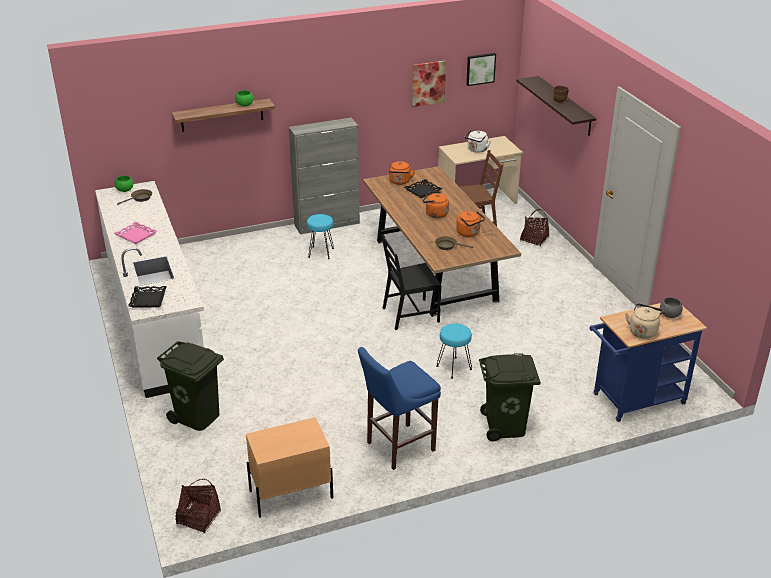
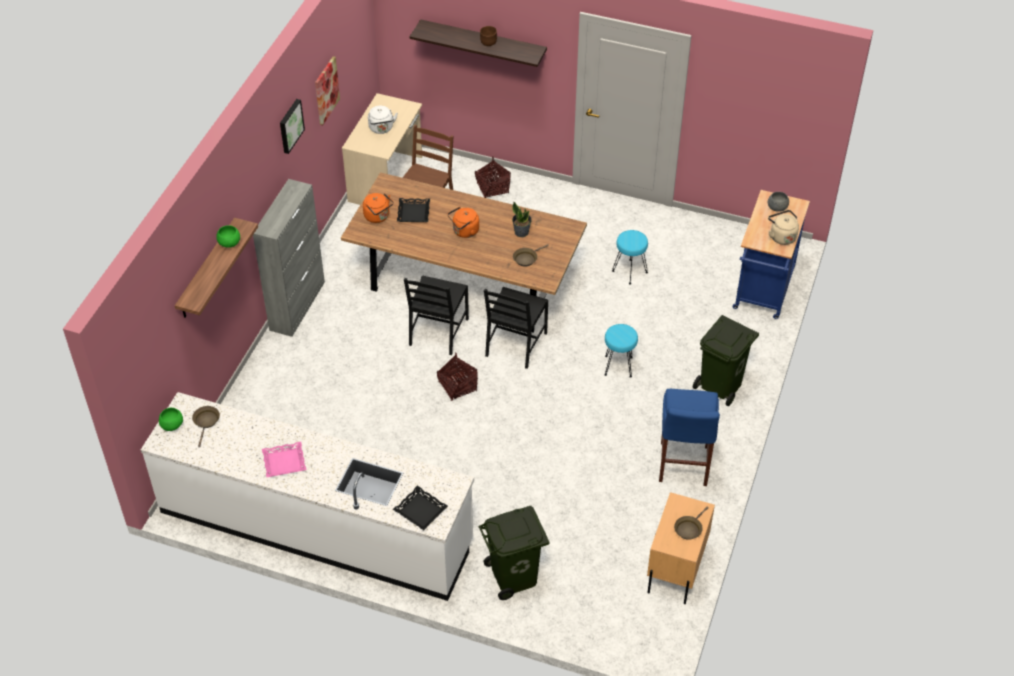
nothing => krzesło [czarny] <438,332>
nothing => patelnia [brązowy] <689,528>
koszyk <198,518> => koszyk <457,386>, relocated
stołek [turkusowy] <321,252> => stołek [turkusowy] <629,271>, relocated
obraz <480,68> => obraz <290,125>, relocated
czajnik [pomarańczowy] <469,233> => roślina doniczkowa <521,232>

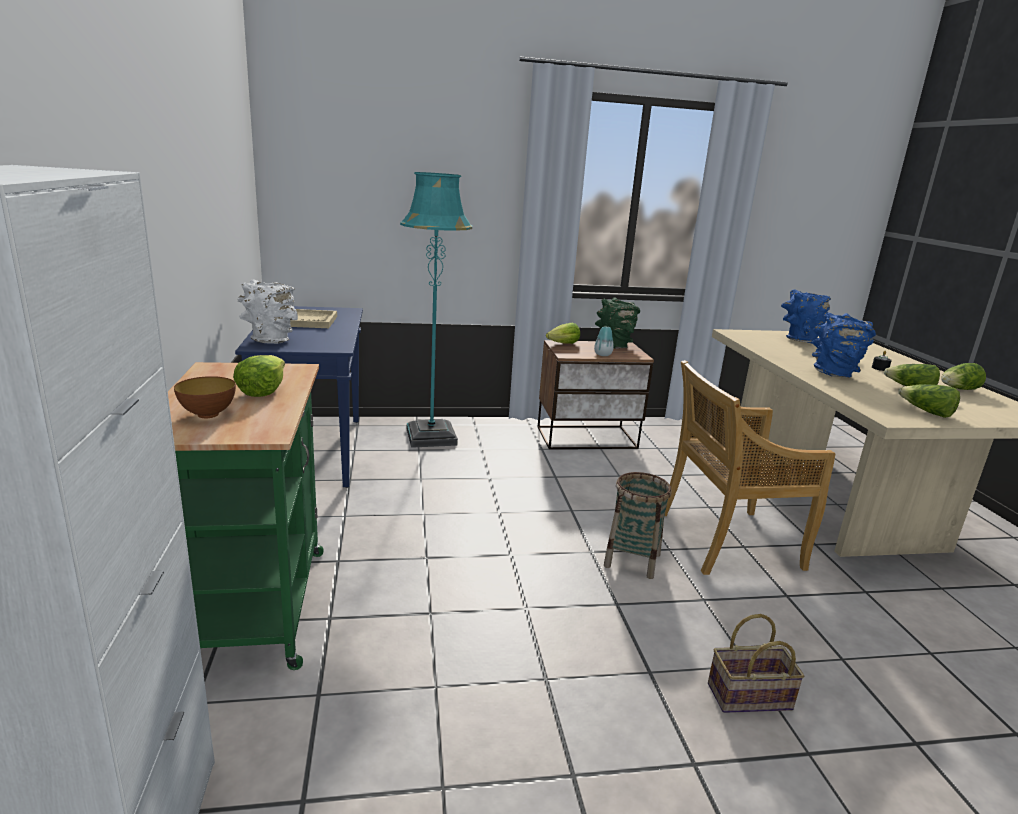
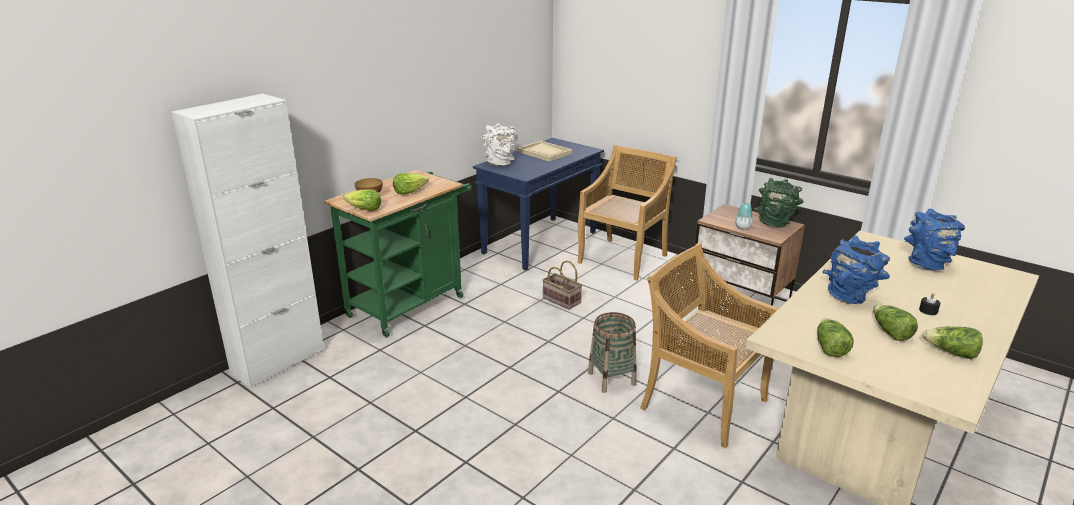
sałata <563,344> => sałata <364,209>, relocated
koszyk <748,698> => koszyk <560,300>, relocated
lampa stojąca [turkusowy] <431,437> => krzesło [beżowy] <623,258>

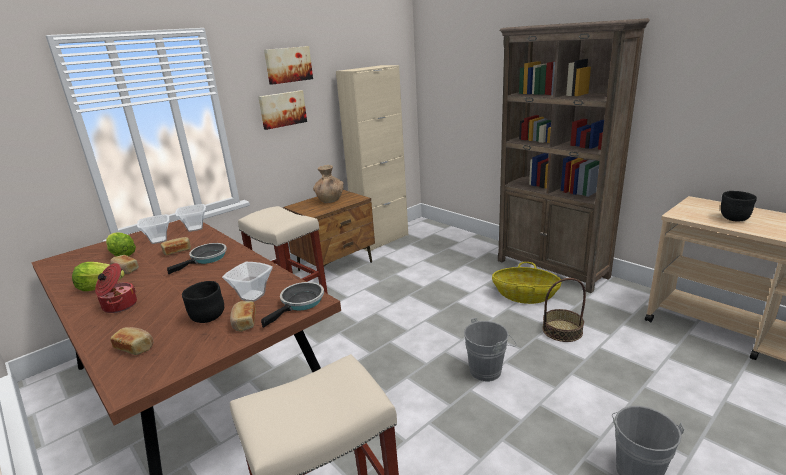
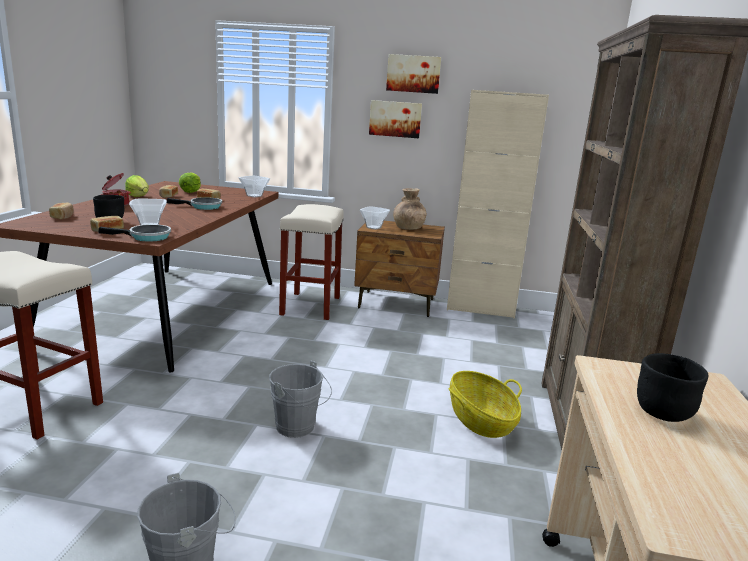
koszyk <562,330> => nothing
miska <159,240> => miska <374,227>, relocated

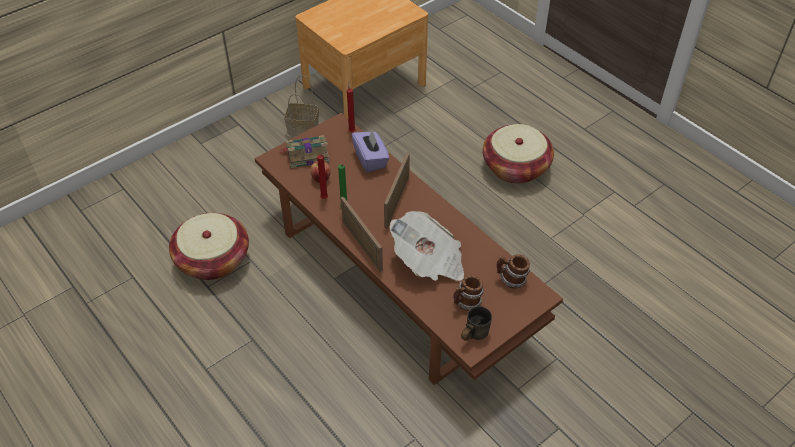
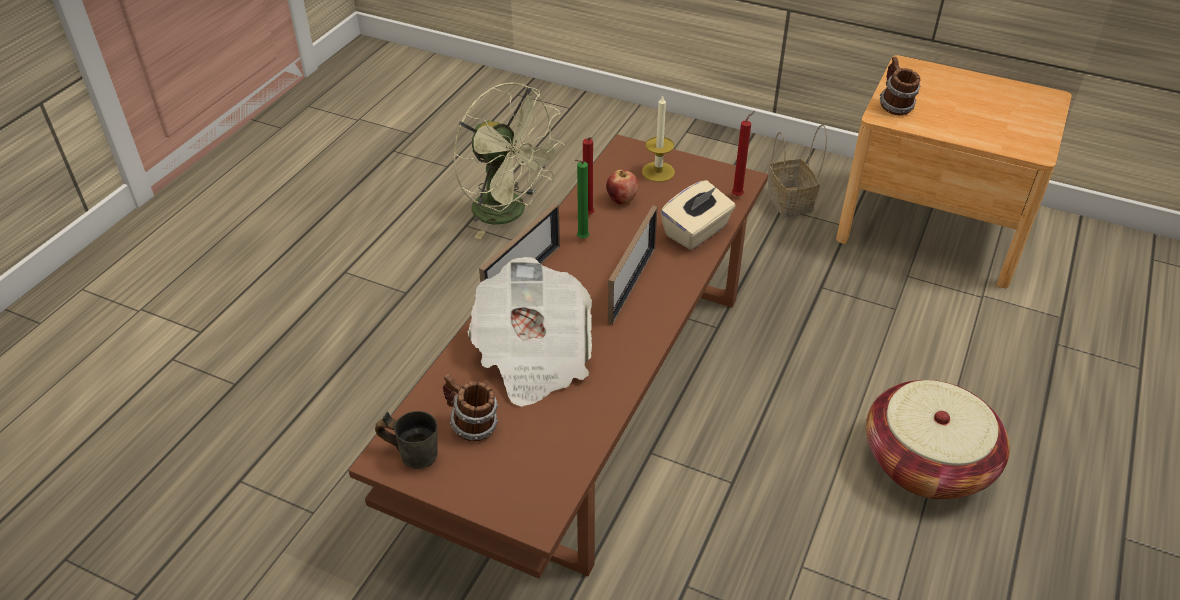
kubek <511,280> => kubek <894,106>, relocated
koszyk <213,259> => wentylator [zielony] <509,213>
książka <306,154> => świeca <658,172>
pudełko chusteczek [fioletowy] <371,159> => pudełko chusteczek [beżowy] <696,232>
ramka na zdjęcie <397,201> => ramka na zdjęcie <632,285>, 120 degrees clockwise

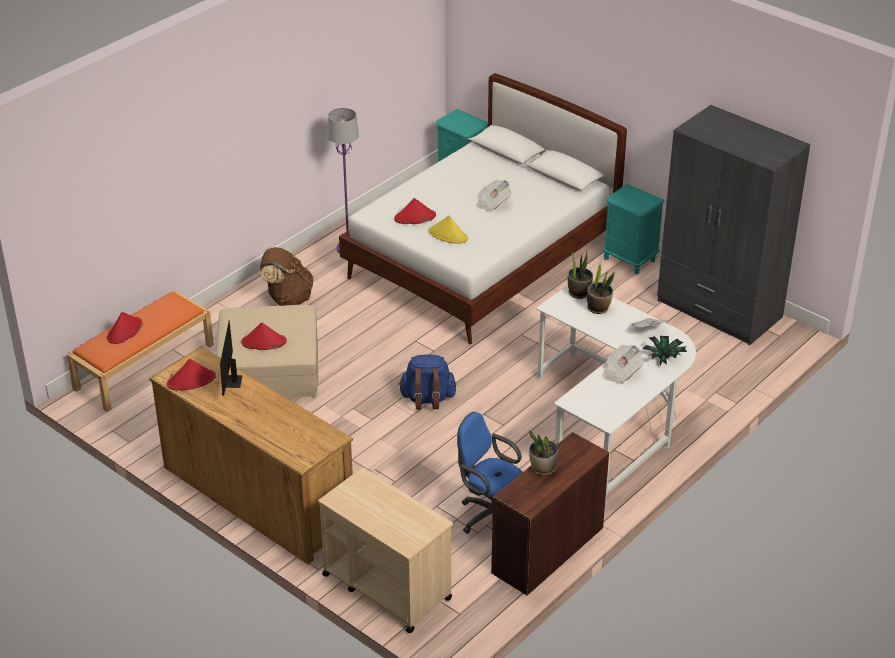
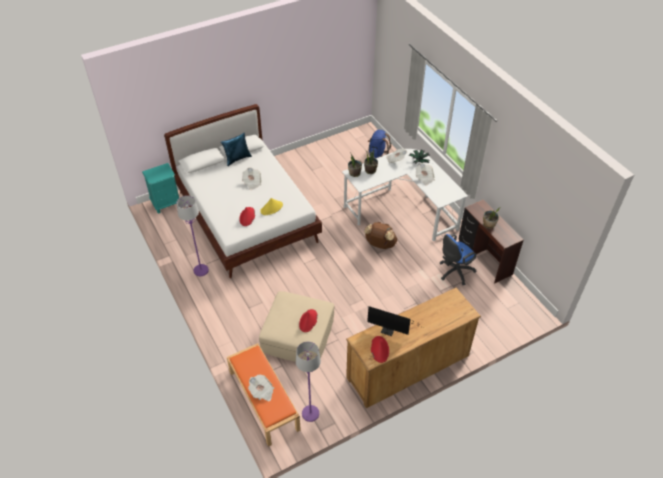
wózek [beżowy] <386,586> => nothing
szafka nocna [turkusowy] <629,259> => nothing
szafa [szary] <719,309> => nothing
nothing => poduszka [niebieski] <237,158>
nothing => lampa stojąca [fioletowy] <310,413>
plecak [brązowy] <287,298> => plecak [brązowy] <380,244>, relocated
plecak [niebieski] <427,399> => plecak [niebieski] <377,153>, relocated
kapelusz [czerwony] <124,331> => gazeta <262,392>

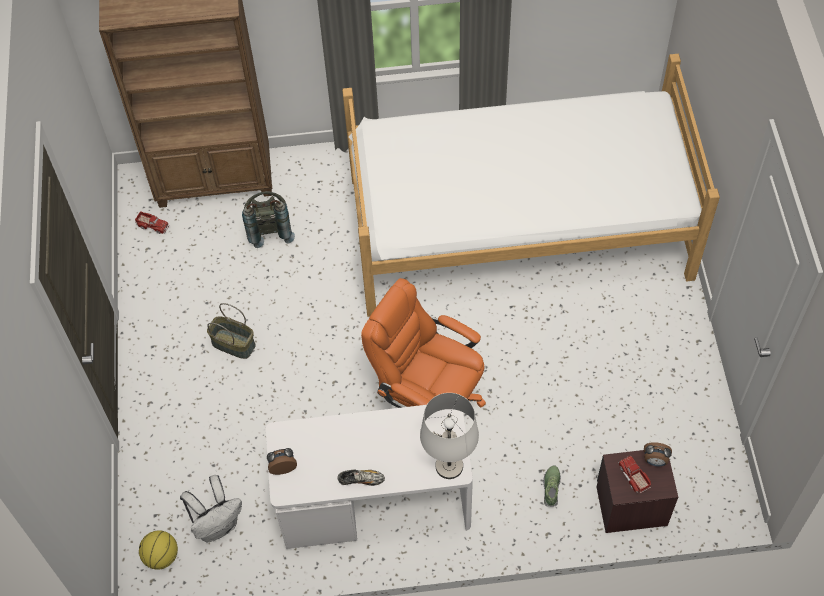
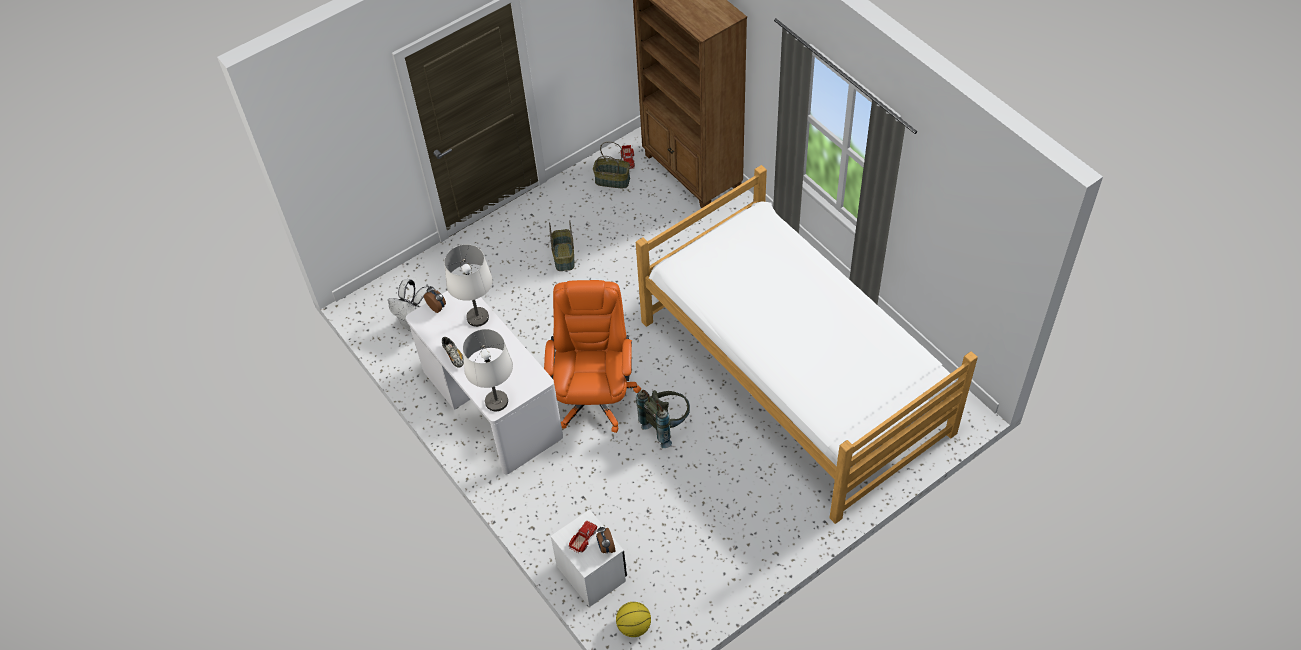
but <551,488> => nothing
nothing => lampa stołowa [biały] <477,317>
nothing => koszyk <613,180>
piłka do koszykówki <161,556> => piłka do koszykówki <634,626>, relocated
plecak [szary] <269,229> => plecak [szary] <666,425>, relocated
szafka nocna [brązowy] <631,505> => szafka nocna [biały] <591,573>

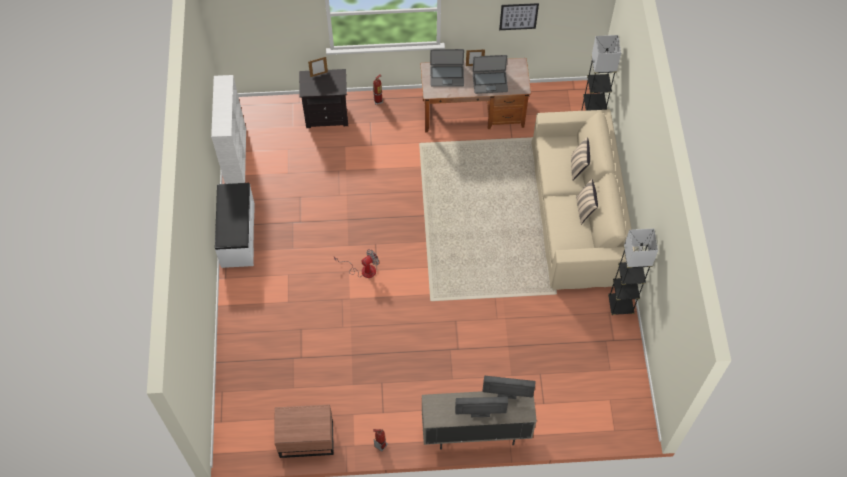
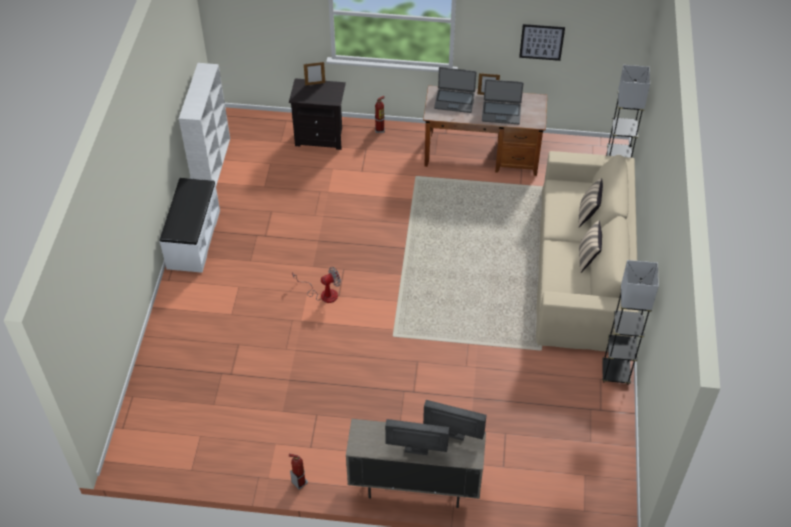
szafka nocna [brązowy] <305,438> => nothing

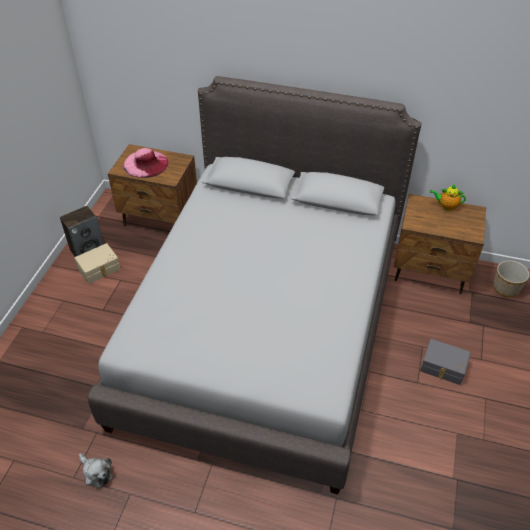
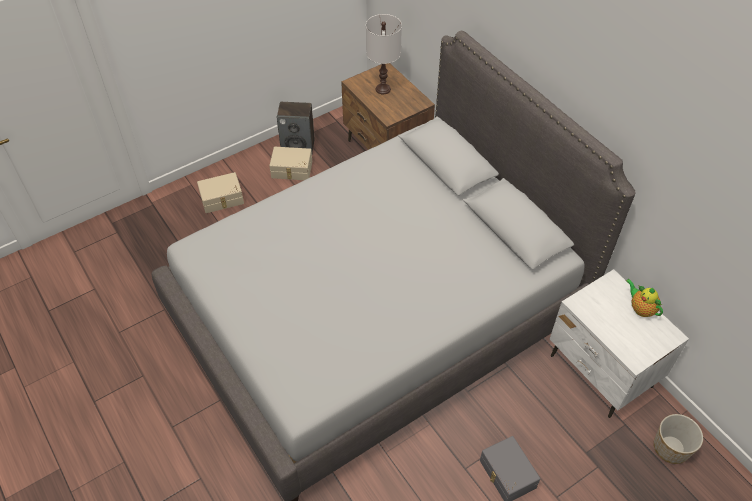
pluszak <96,473> => nothing
nothing => pojemnik do przechowywania [beżowy] <222,199>
kapelusz [różowy] <146,164> => lampa stołowa [biały] <382,89>
szafka nocna [brązowy] <430,271> => szafka nocna [biały] <601,372>

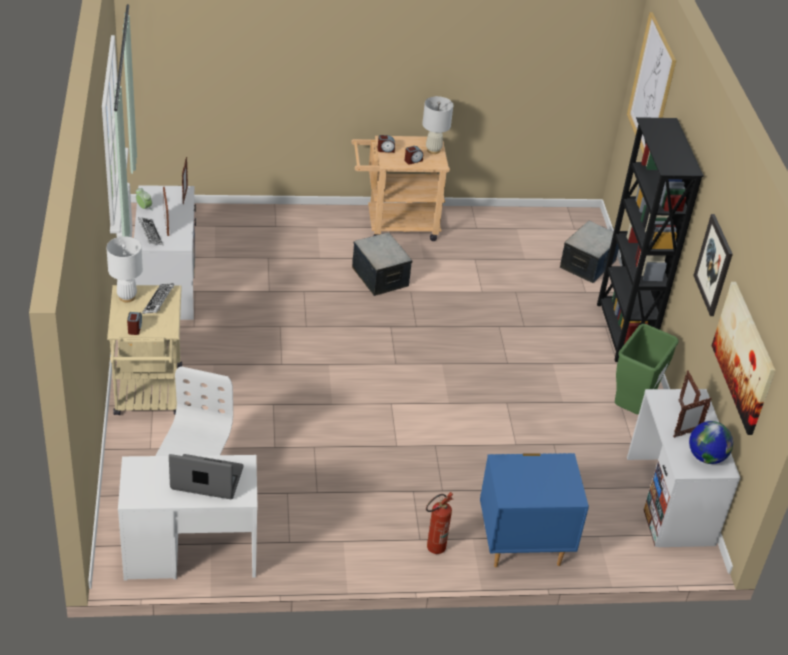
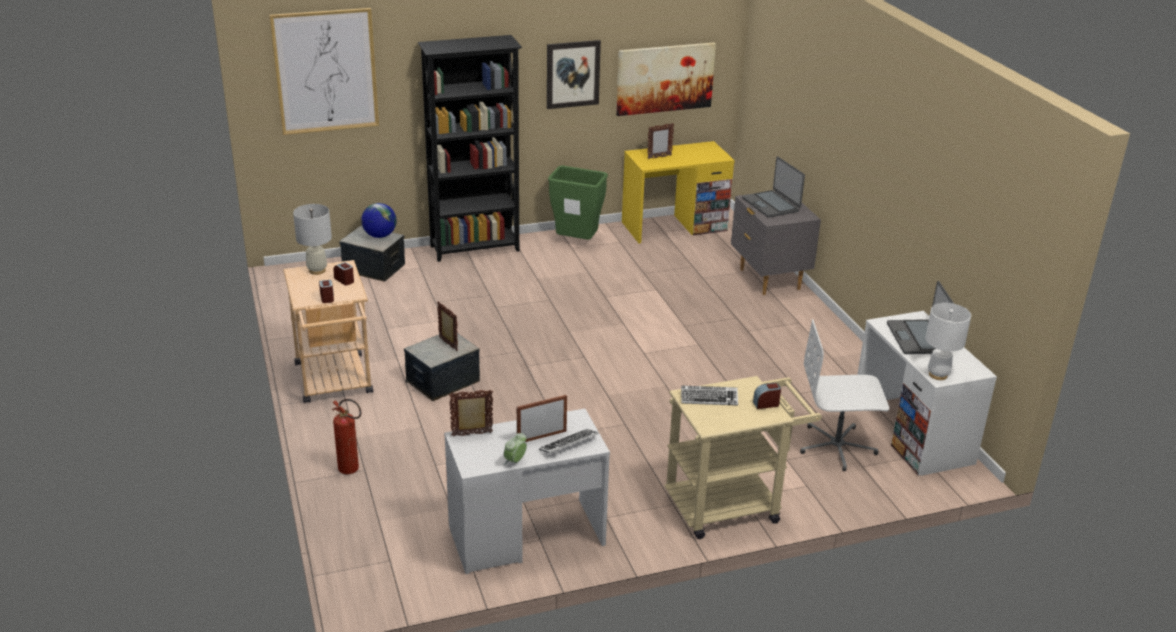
nothing => laptop <771,205>
lampa stołowa [biały] <127,297> => lampa stołowa [biały] <938,375>, relocated
gaśnica <432,549> => gaśnica <352,470>, relocated
ramka na zdjęcie <686,433> => ramka na zdjęcie <448,344>, relocated
globus <706,457> => globus <379,236>, relocated
szafka nocna [niebieski] <523,546> => szafka nocna [szary] <769,279>
biurko [biały] <670,500> => biurko [żółty] <674,226>

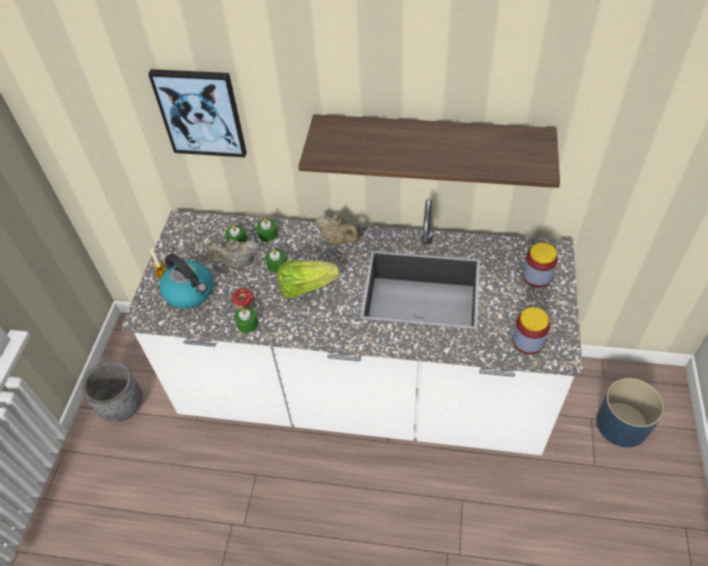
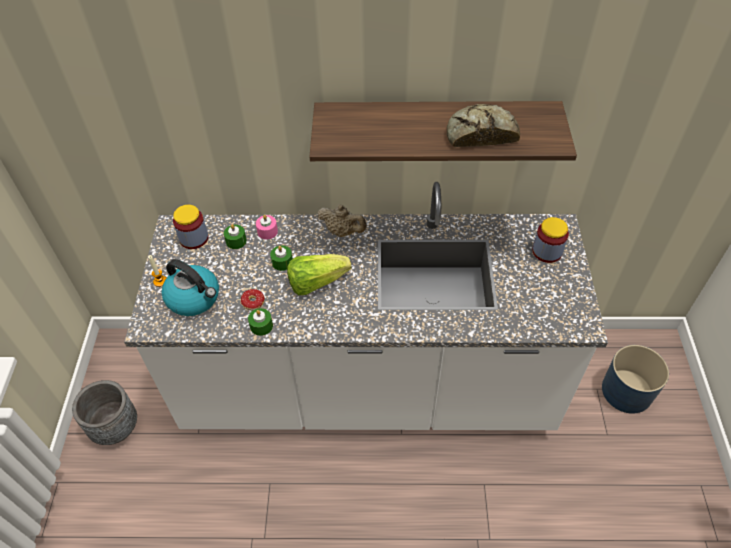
obraz <201,112> => nothing
imbryk [beżowy] <237,264> => nothing
nothing => chleb <480,133>
słoik <528,341> => słoik <194,238>, relocated
świeca [zielony] <268,234> => świeca [różowy] <267,231>

